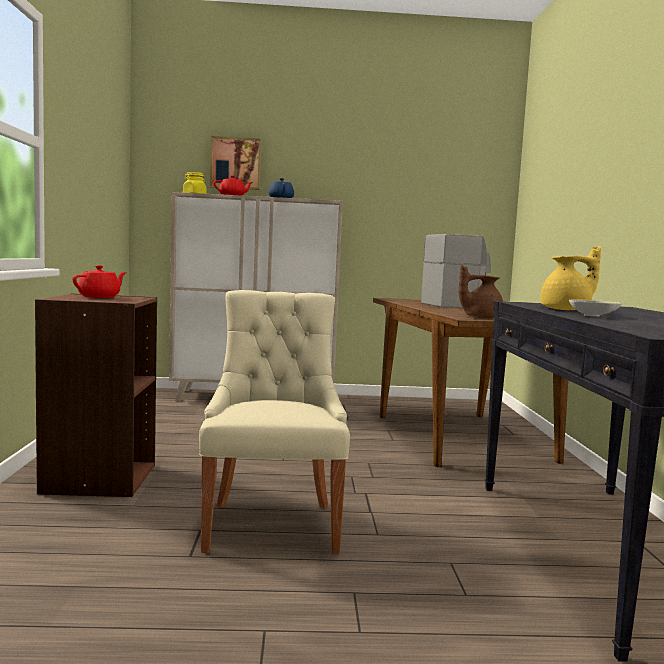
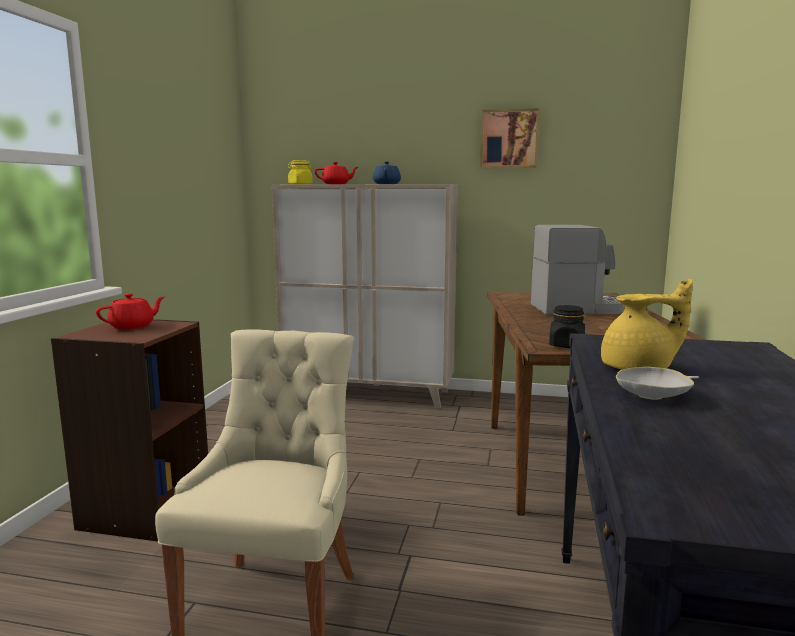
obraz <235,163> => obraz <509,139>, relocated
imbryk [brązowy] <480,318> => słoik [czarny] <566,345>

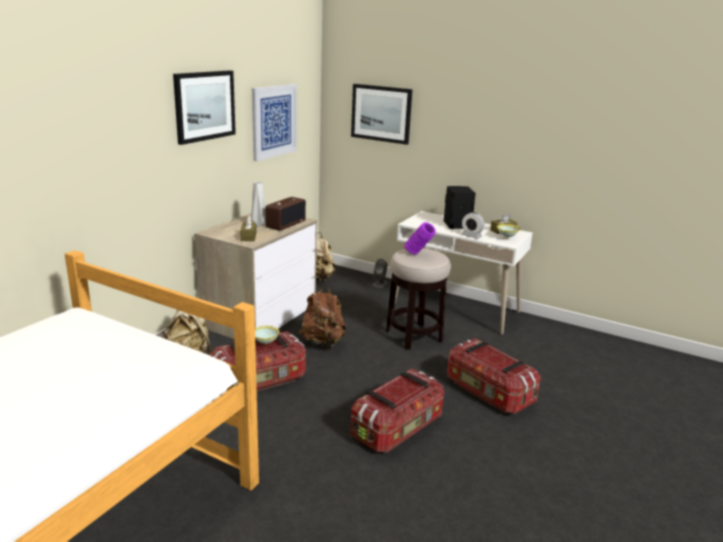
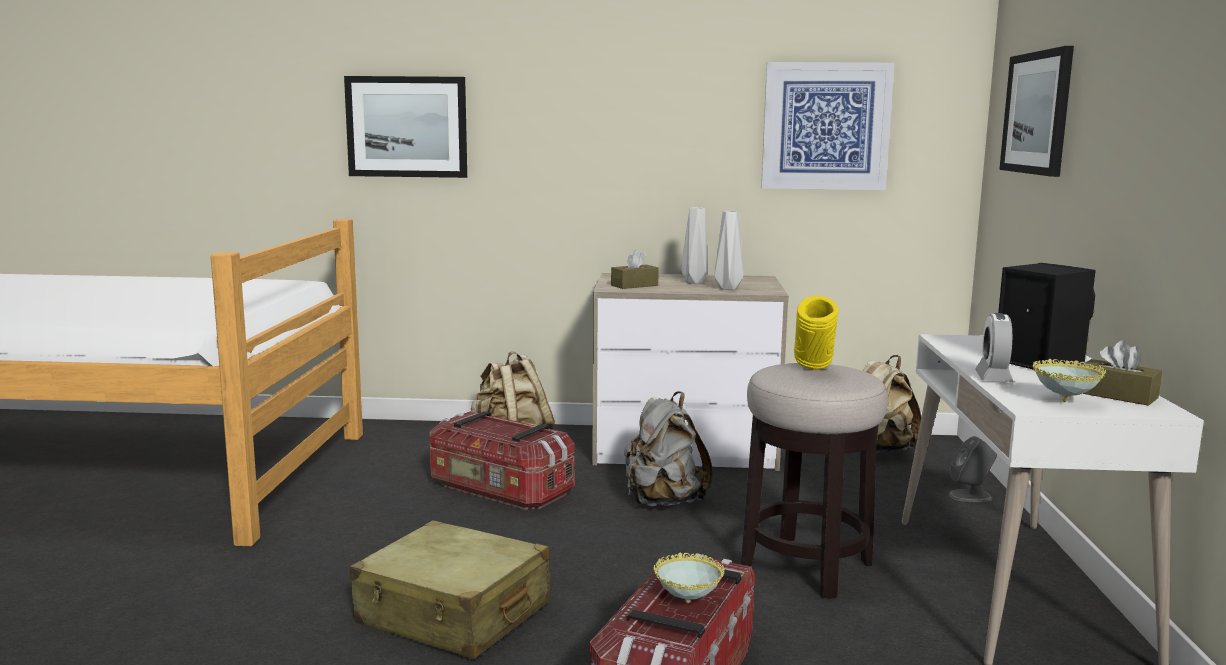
obraz <204,106> => obraz <407,127>, relocated
miska <265,344> => miska <687,603>, relocated
radio <285,224> => wazon [szary] <728,288>
pojemnik do przechowywania <398,428> => walizka [beżowy] <453,614>
plecak [brązowy] <322,343> => plecak [szary] <662,502>
wazon [fioletowy] <418,254> => wazon [żółty] <813,371>

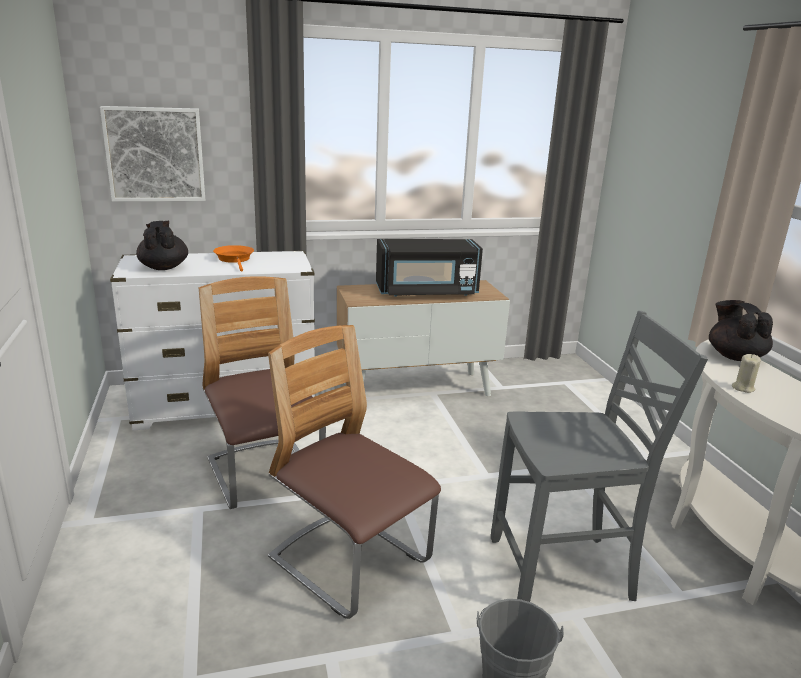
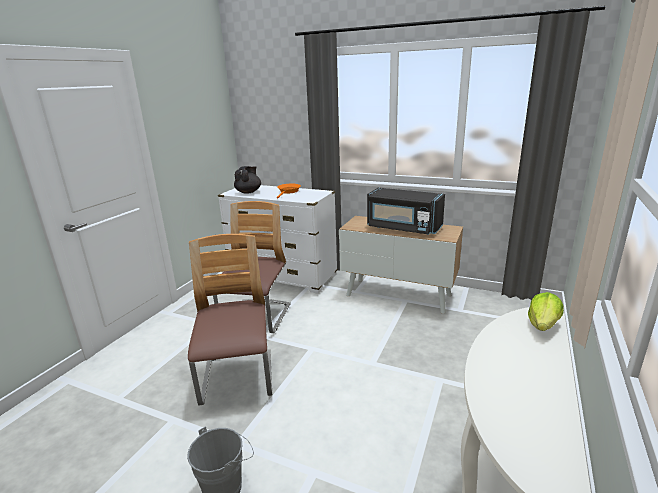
obraz <155,154> => nothing
krzesło [szary] <564,571> => nothing
świeca [beżowy] <743,388> => nothing
imbryk [czarny] <734,356> => sałata <543,325>

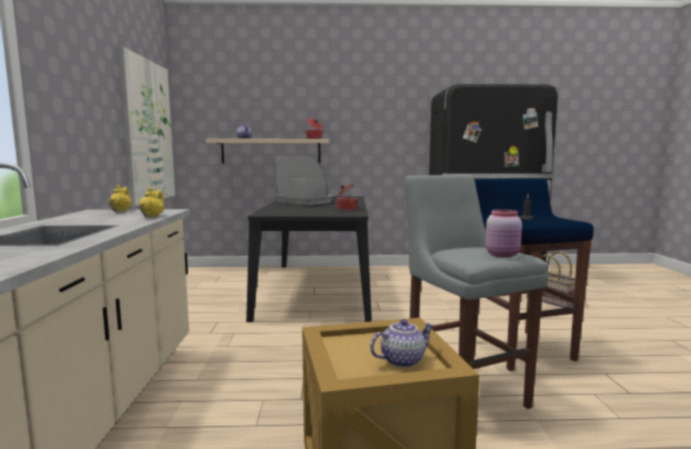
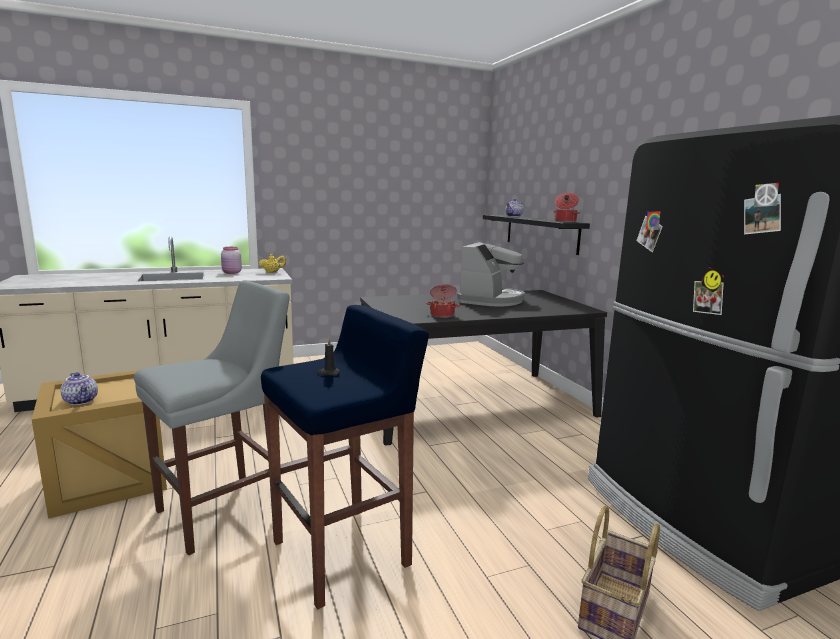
obraz <148,131> => nothing
imbryk [żółty] <152,216> => nothing
słoik [różowy] <503,255> => słoik [różowy] <231,273>, relocated
półka [beżowy] <271,151> => półka [czarny] <541,233>

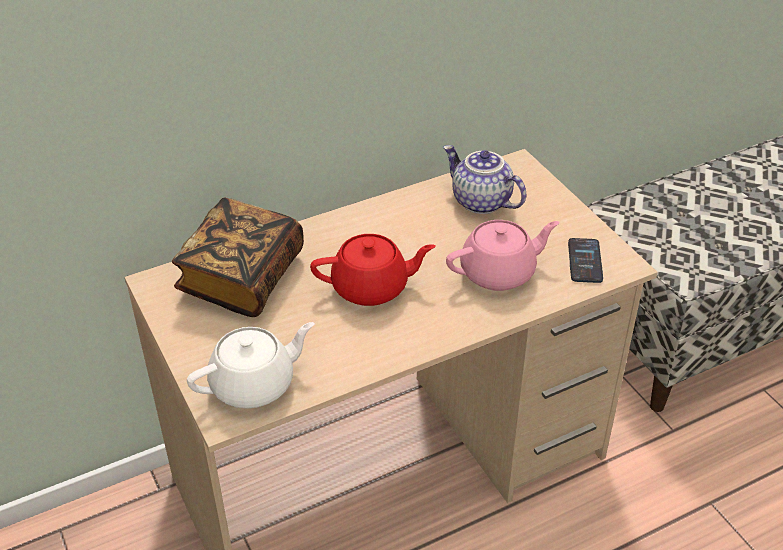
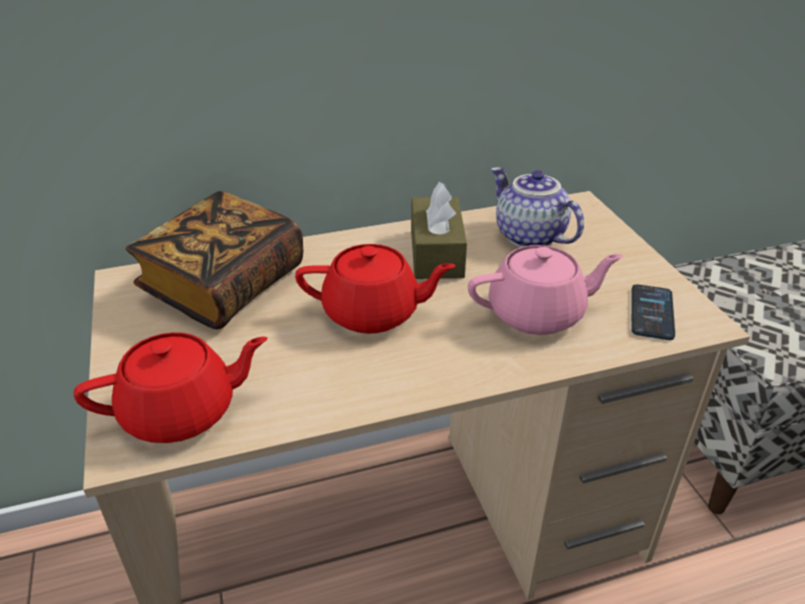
nothing => pudełko chusteczek [brązowy] <436,253>
imbryk [biały] <254,384> => imbryk [czerwony] <182,412>

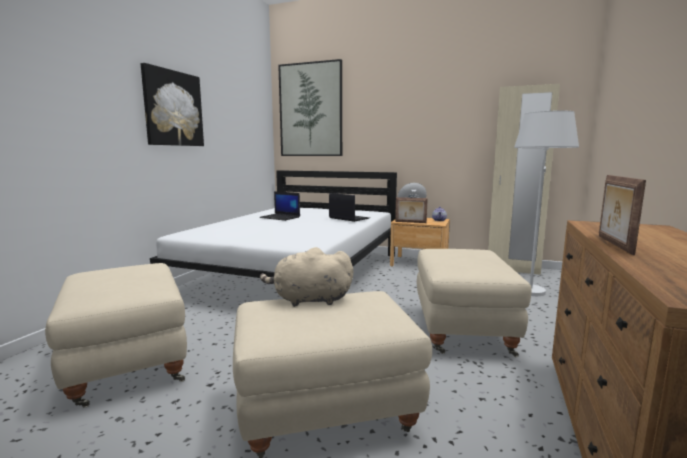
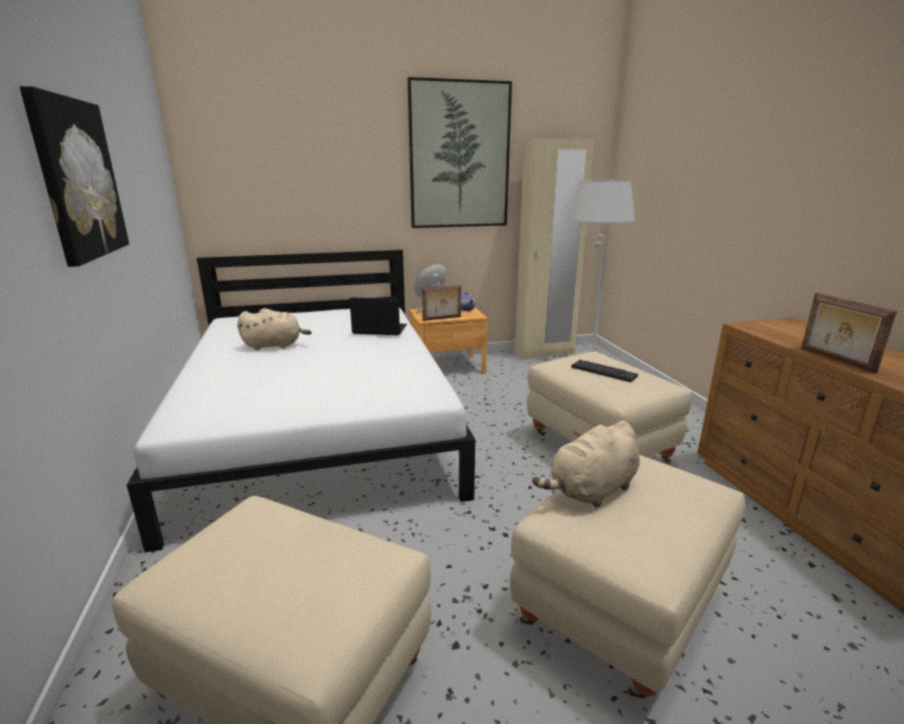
nothing => klawiatura <603,371>
obraz <310,110> => obraz <459,156>, relocated
laptop <280,217> => pluszak [beżowy] <275,345>

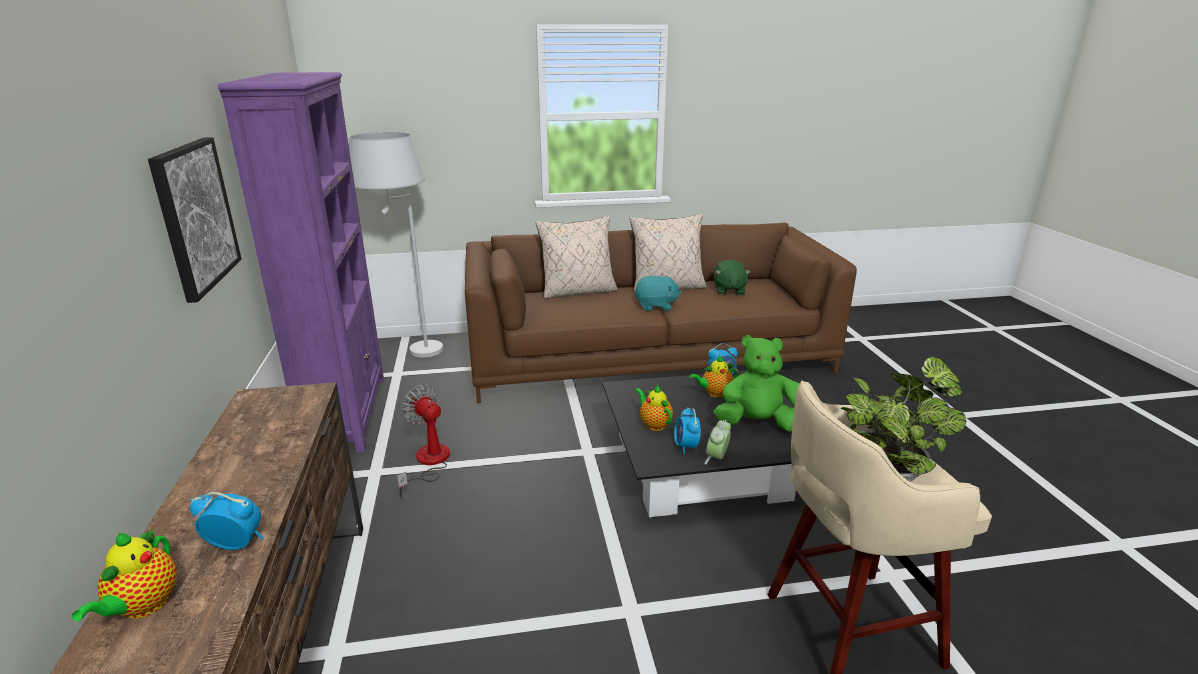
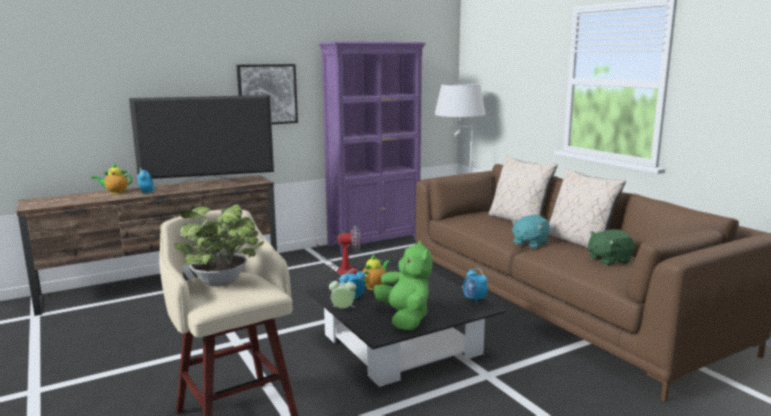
imbryk <714,393> => nothing
nothing => telewizor <208,185>
wentylator <428,463> => wentylator <342,269>, 60 degrees clockwise
pluszak [turkusowy] <656,306> => pluszak [turkusowy] <529,244>, 60 degrees clockwise

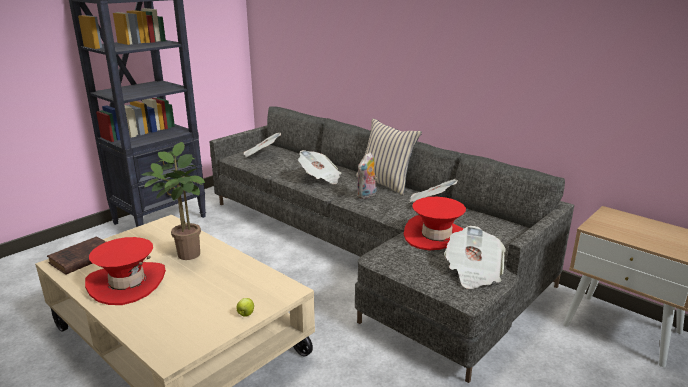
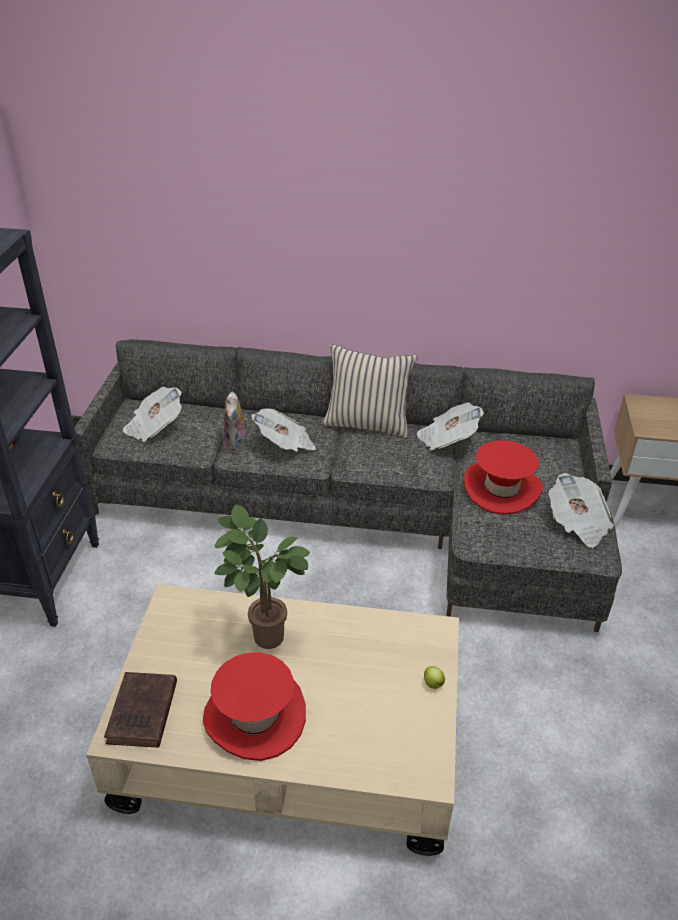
pluszak <367,195> => pluszak <236,443>, relocated

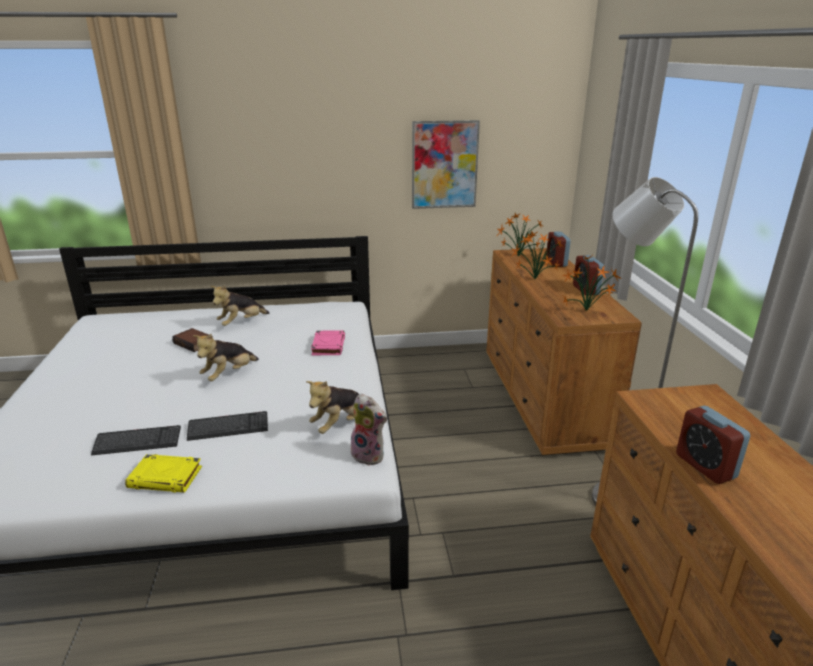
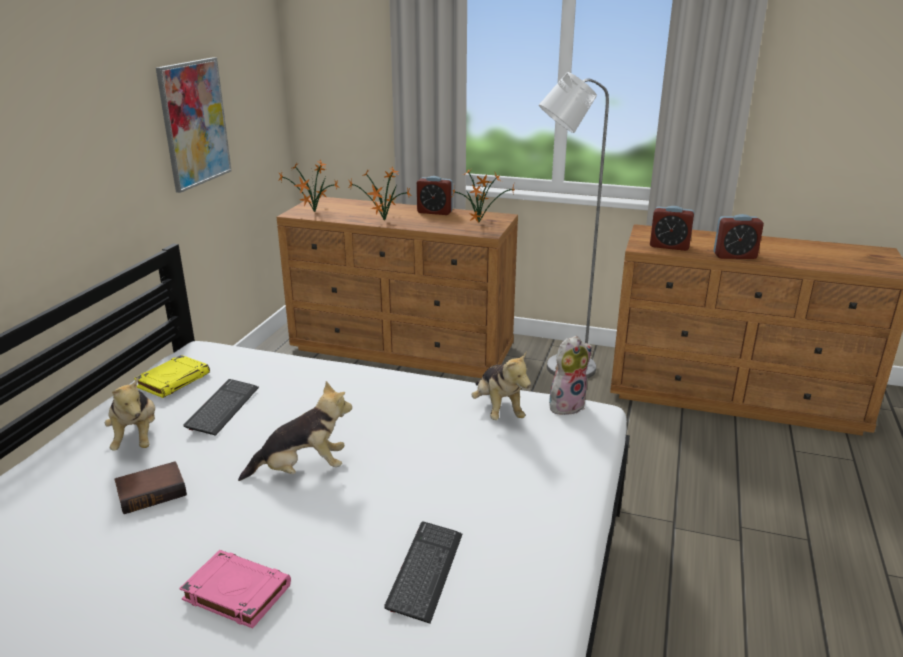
książka [żółty] <166,477> => książka [żółty] <174,380>, relocated
klawiatura <228,427> => klawiatura <223,408>, relocated
książka [różowy] <328,346> => książka [różowy] <235,592>, relocated
budzik <556,262> => budzik <669,246>, relocated
pluszak <229,375> => pluszak <302,470>, 75 degrees counterclockwise

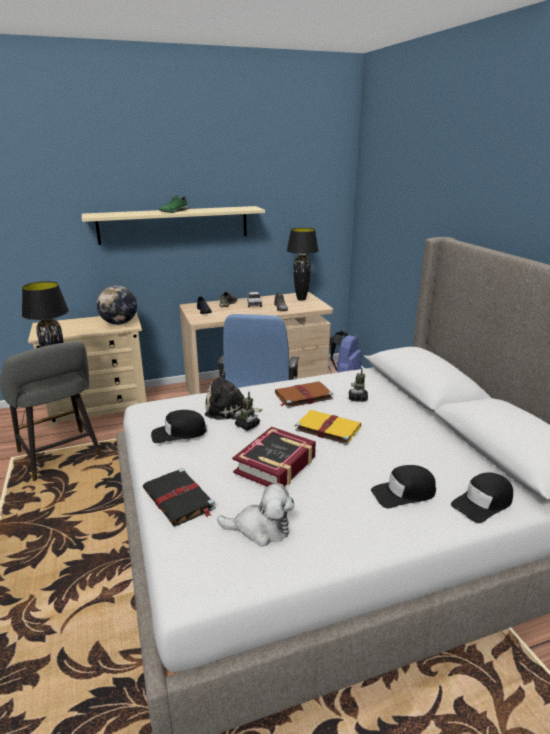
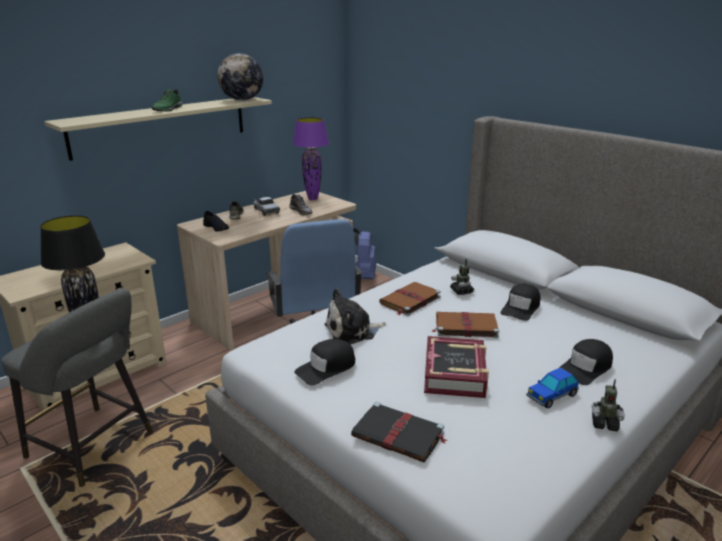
pluszak <260,529> => nothing
nothing => samochodzik <551,396>
globus <119,323> => globus <242,100>, relocated
robot zabawkowy <247,426> => robot zabawkowy <604,423>, relocated
czapka z daszkiem [czarny] <483,503> => czapka z daszkiem [czarny] <521,308>, relocated
lampa stołowa [czarny] <301,299> => lampa stołowa [fioletowy] <312,198>
książka [żółty] <327,428> => książka [brązowy] <465,326>

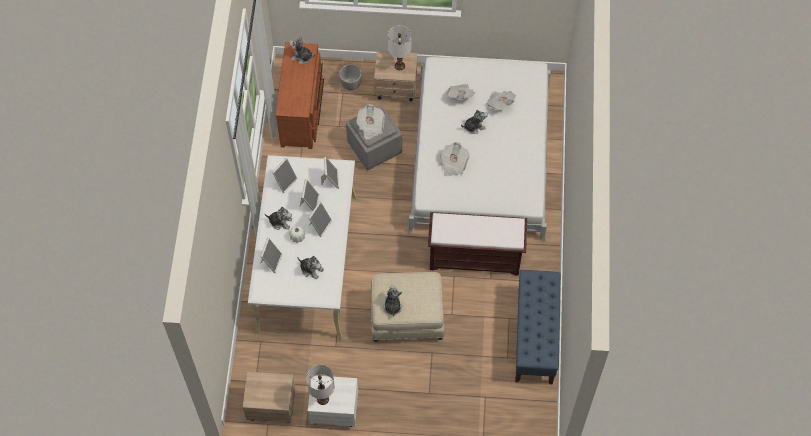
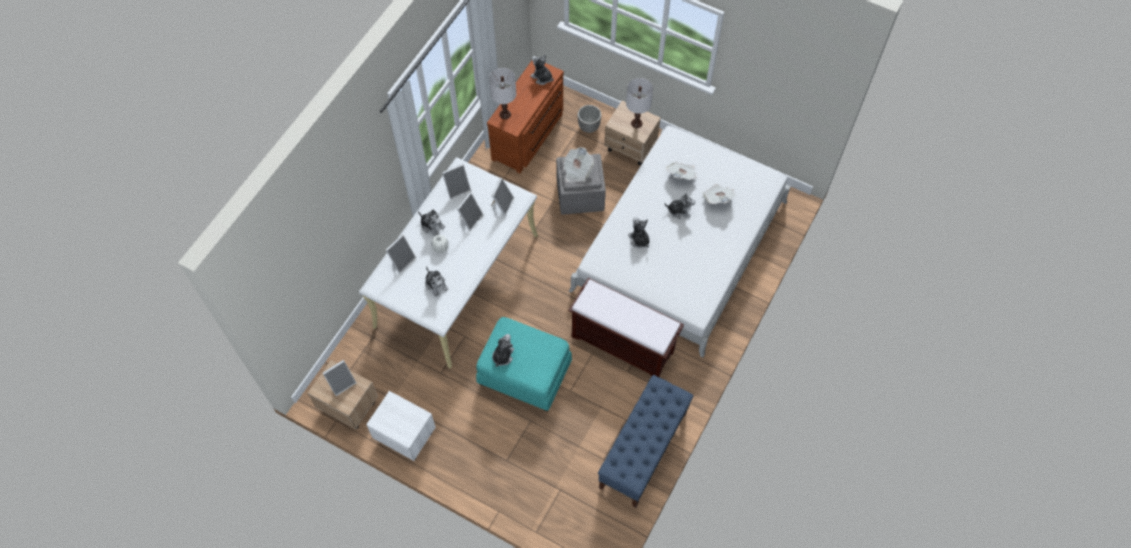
lampa stołowa [biały] <322,399> => lampa stołowa [biały] <505,114>, relocated
ramka na zdjęcie <319,225> => ramka na zdjęcie <342,383>, relocated
gazeta <453,164> => pluszak <639,239>
pufa [beżowy] <407,318> => pufa [turkusowy] <524,375>

